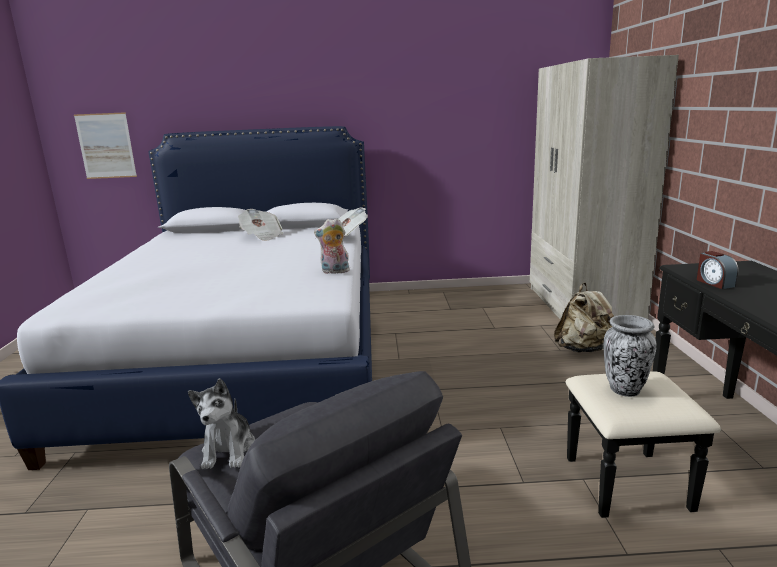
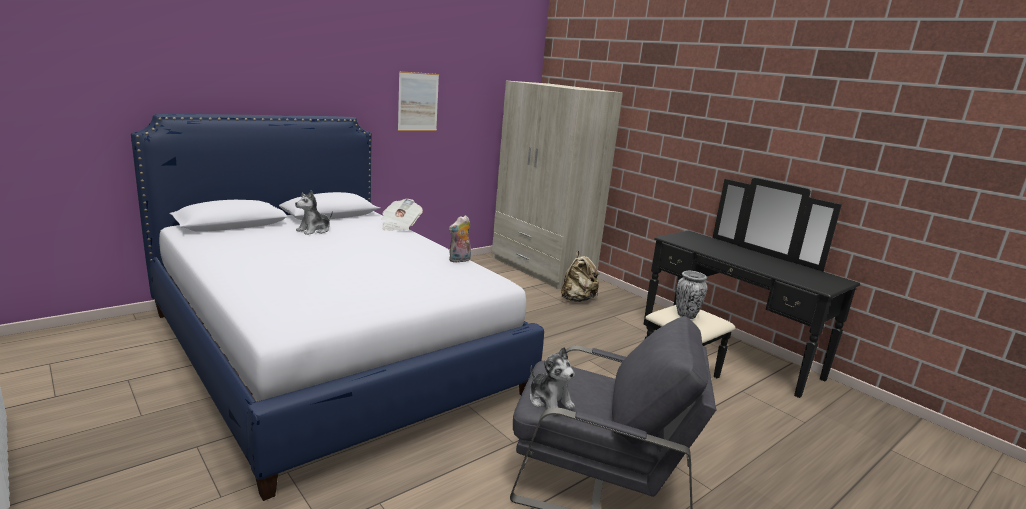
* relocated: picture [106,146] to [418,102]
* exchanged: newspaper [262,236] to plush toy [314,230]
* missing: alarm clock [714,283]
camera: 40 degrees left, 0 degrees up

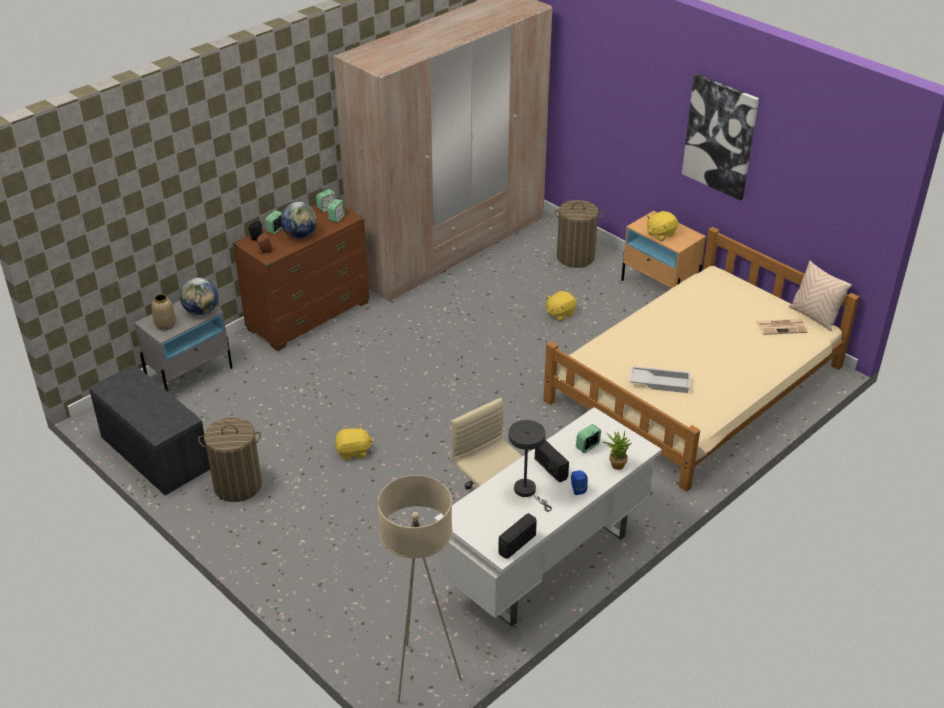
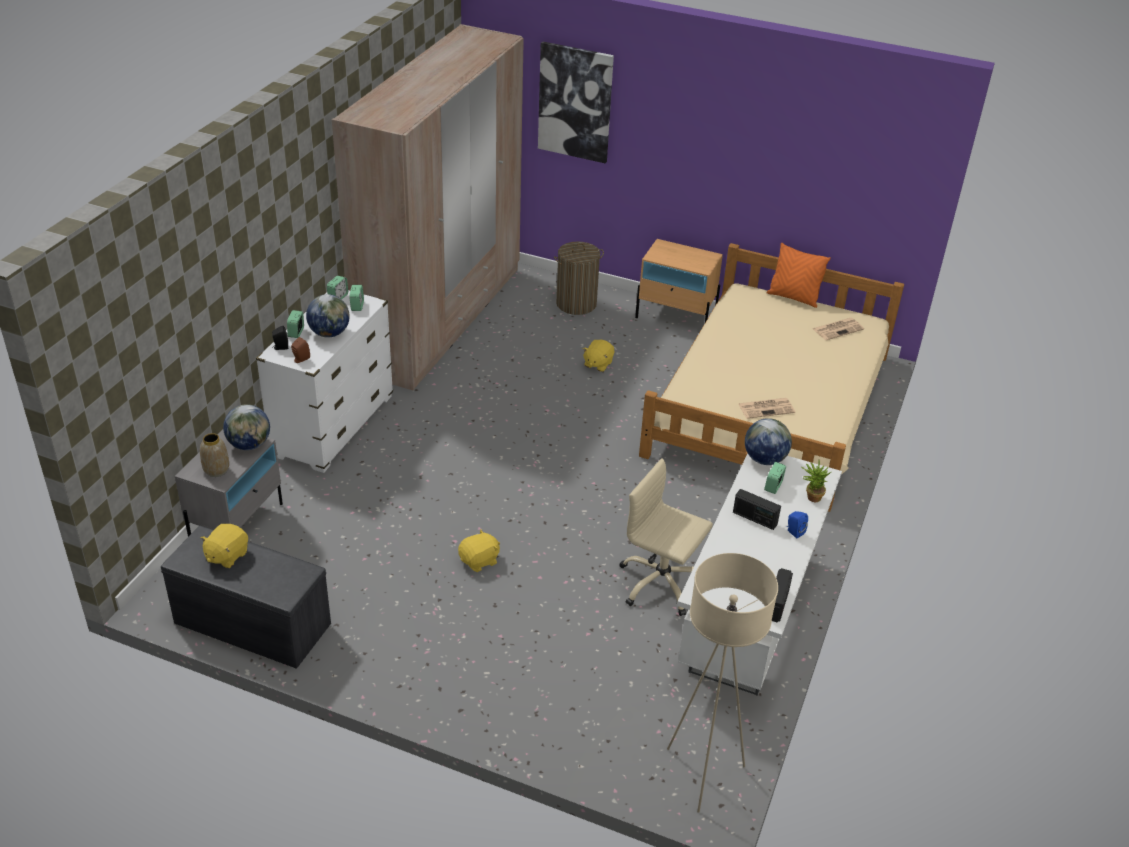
* relocated: picture [720,136] to [575,102]
* colour: brown dresser [308,316] to white dresser [333,426]
* relocated: yellow plush toy [660,234] to [226,556]
* missing: beige pillow [814,317]
* exchanged: white tray [660,382] to newspaper [766,408]
* missing: laundry basket [237,485]
* missing: grey table lamp [528,491]
* appeared: orange pillow [793,297]
* appeared: globe [764,459]
camera: 25 degrees left, 0 degrees up

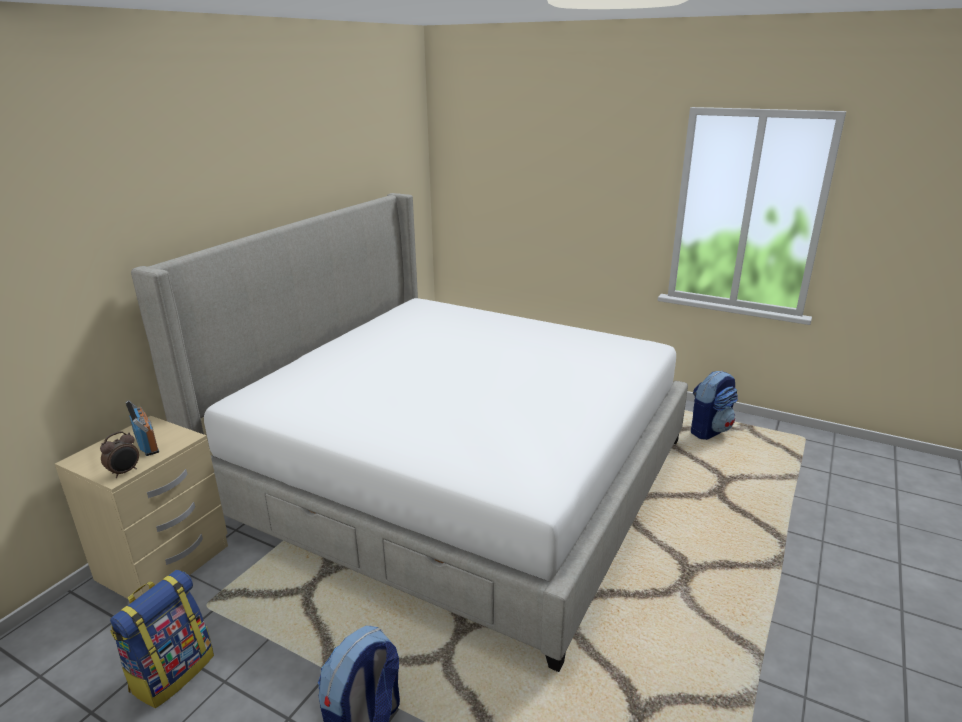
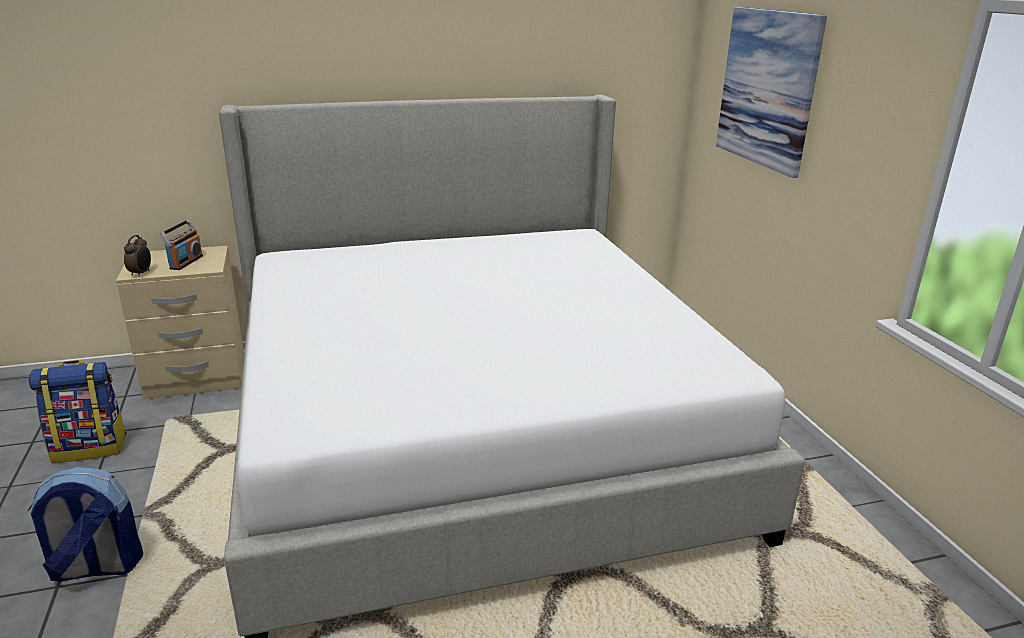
* missing: backpack [709,430]
* spun: alarm clock [125,472] = [141,273] 75 degrees counterclockwise
* appeared: picture [767,88]
camera: 45 degrees right, 0 degrees up

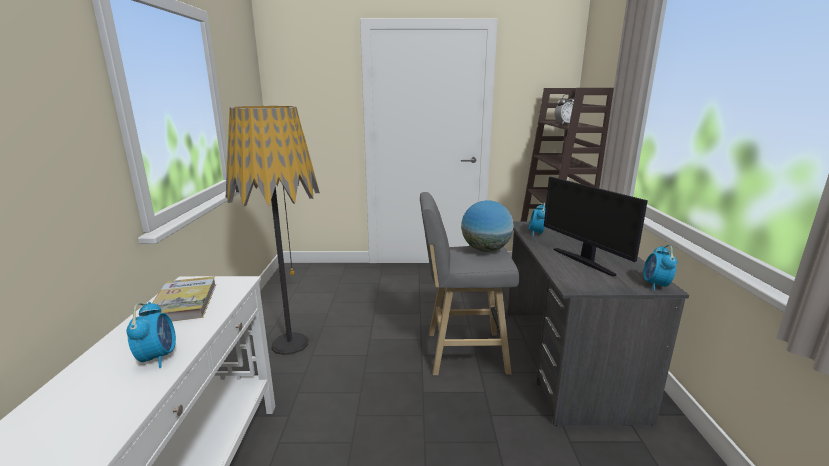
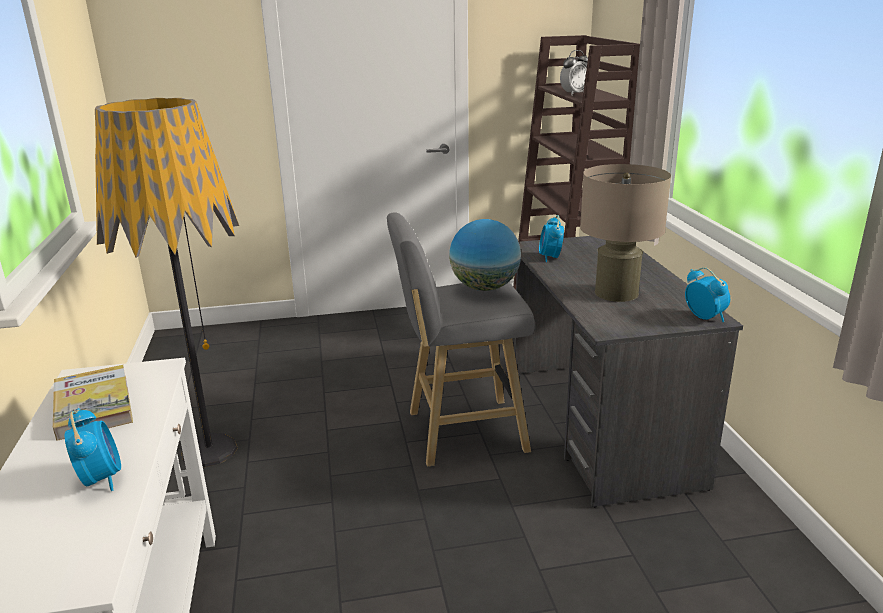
* exchanged: monitor [584,261] to beige table lamp [616,293]
* spun: alarm clock [655,285] = [704,317] 150 degrees clockwise
camera: 10 degrees left, 5 degrees up

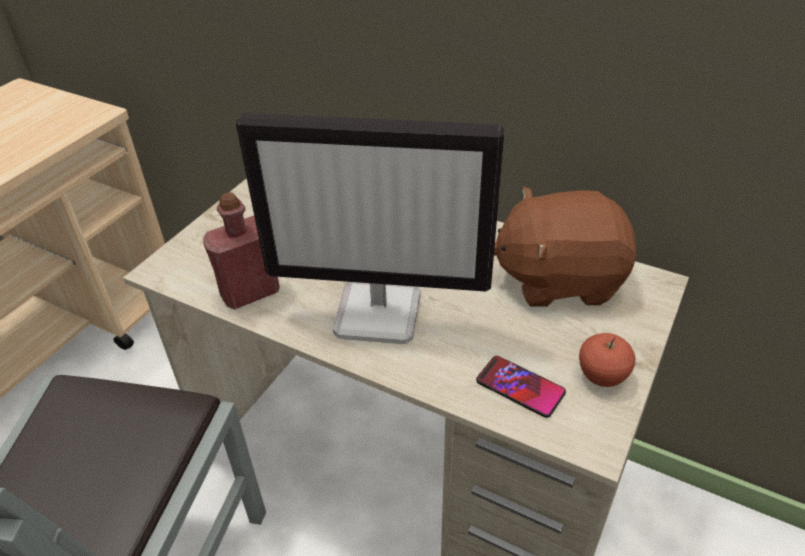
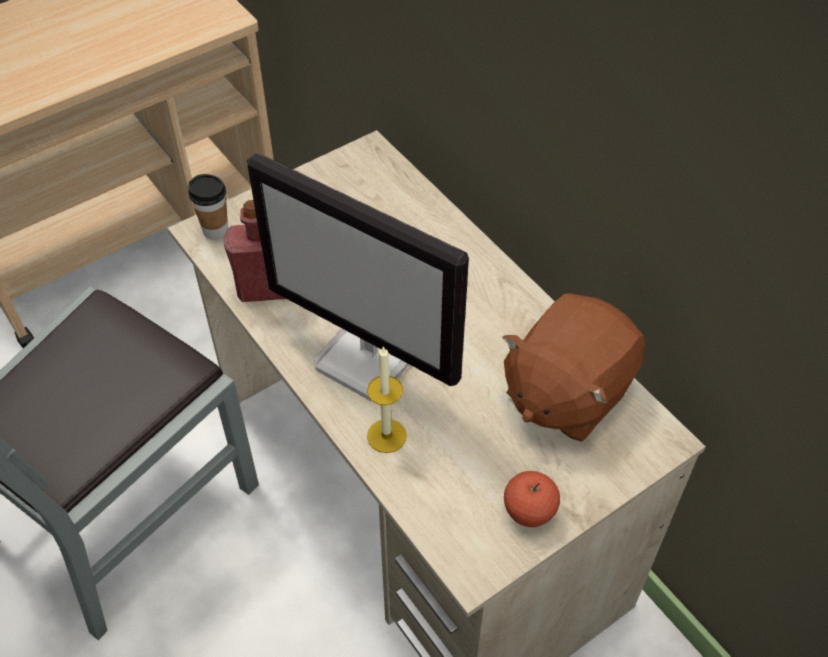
* spun: brown plush toy [559,278] = [566,392] 75 degrees counterclockwise
* missing: phone [520,387]
* appeared: cup [215,230]
* appeared: candle [386,436]
camera: 25 degrees right, 10 degrees up

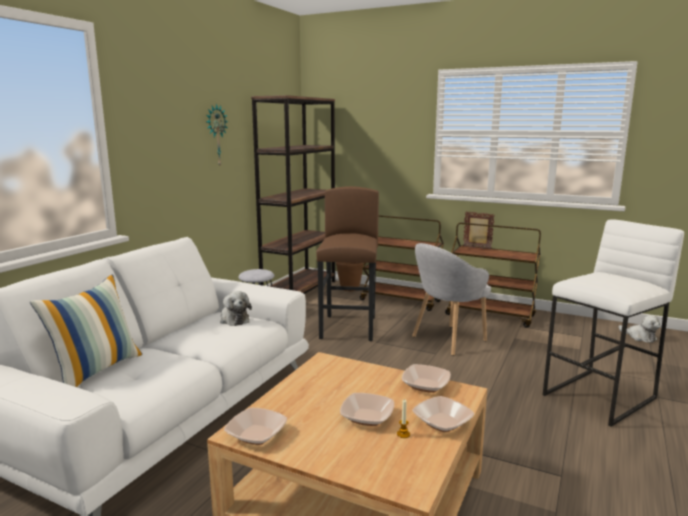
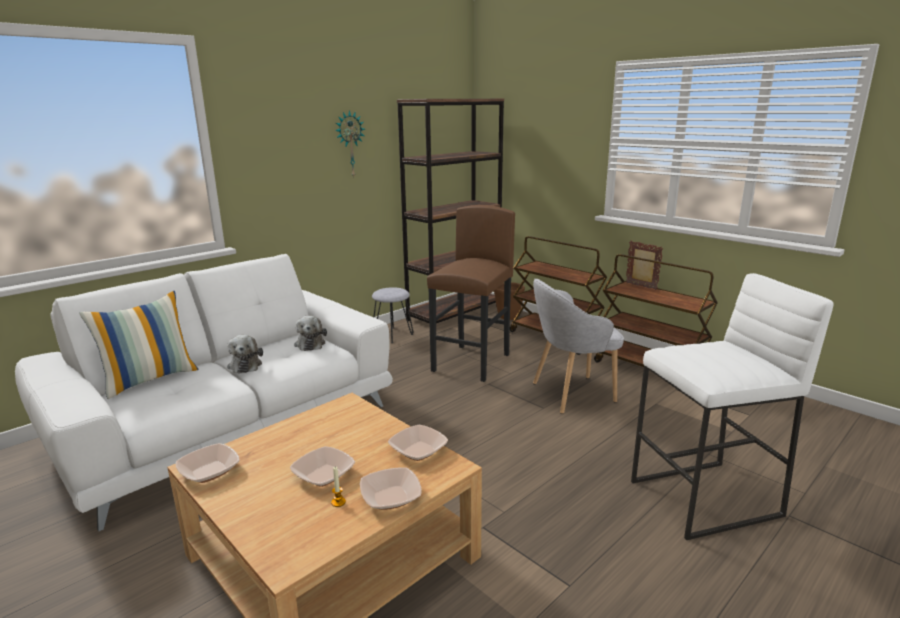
* relocated: plush toy [640,337] to [245,365]
camera: 20 degrees right, 5 degrees up

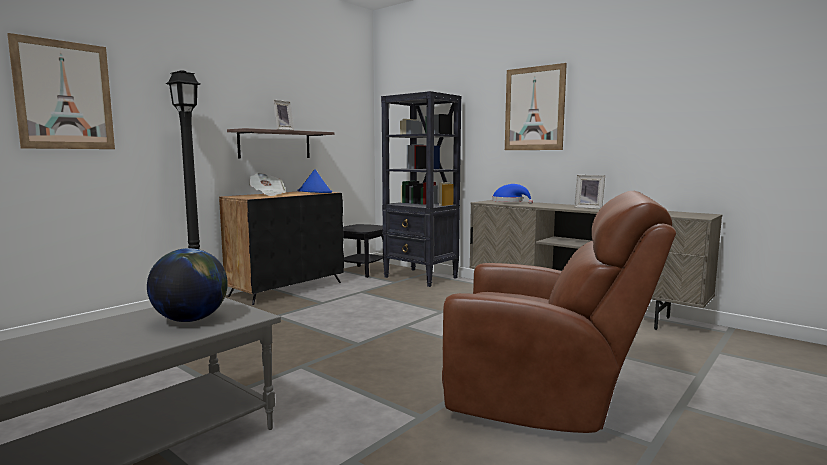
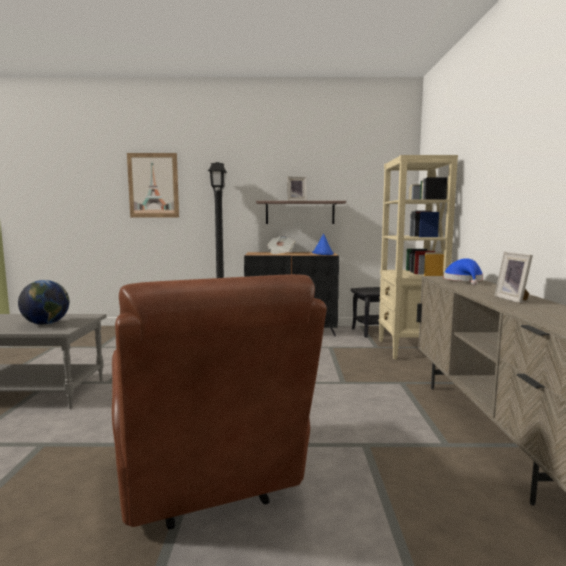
* missing: picture [534,109]
* colour: black bookcase [421,277] to beige bookcase [409,349]
camera: 50 degrees right, 0 degrees up

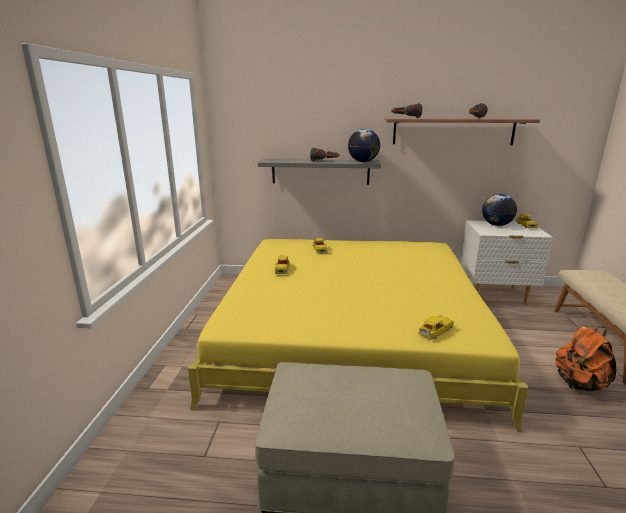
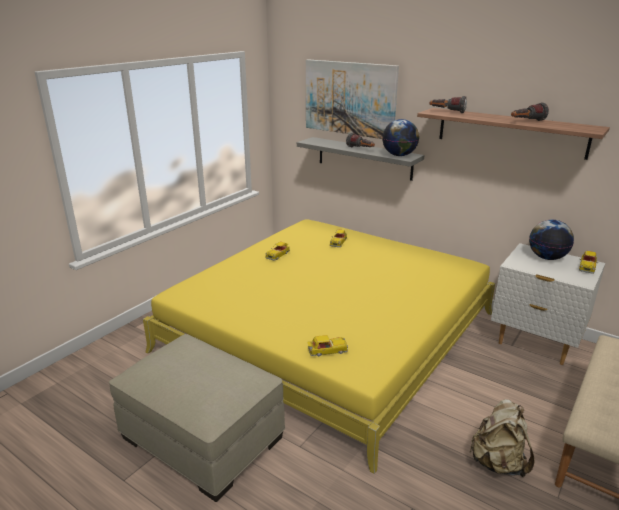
* colour: orange backpack [579,384] to beige backpack [498,462]
* appeared: picture [349,98]
camera: 30 degrees right, 5 degrees up

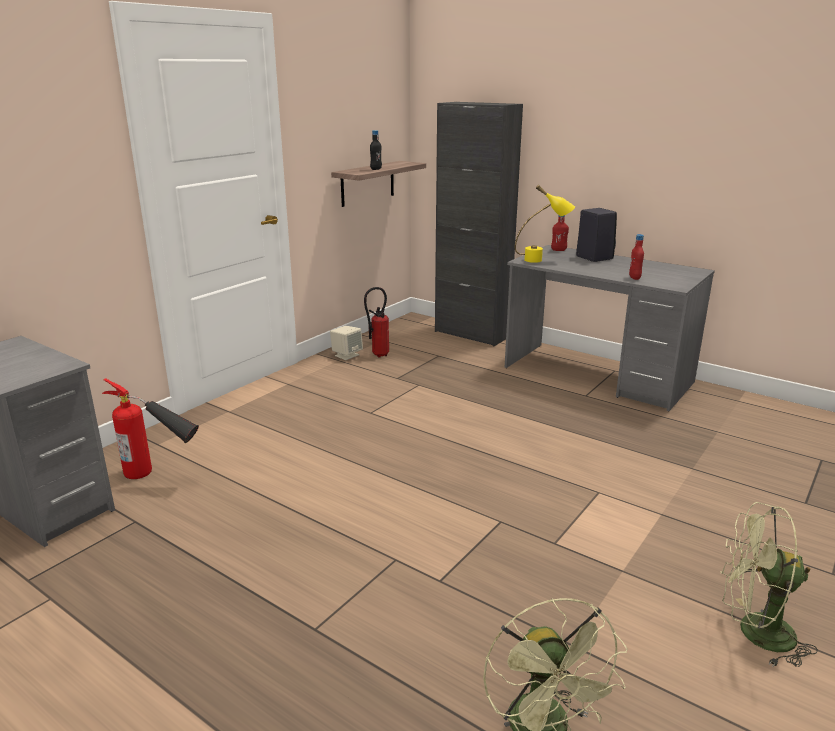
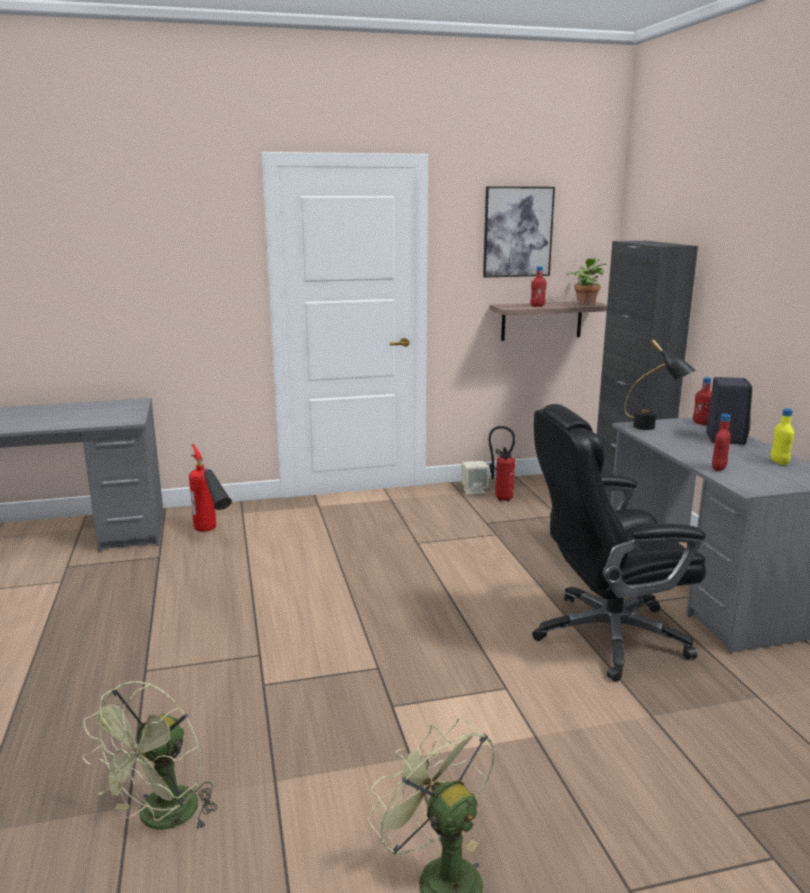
* colour: black bottle [376,169] to red bottle [537,306]
* colour: yellow table lamp [542,260] to black table lamp [654,429]
* appeared: picture [517,232]
* appeared: potted plant [585,304]
* appeared: black office chair [606,636]
* appeared: yellow bottle [779,462]
camera: 40 degrees right, 5 degrees down

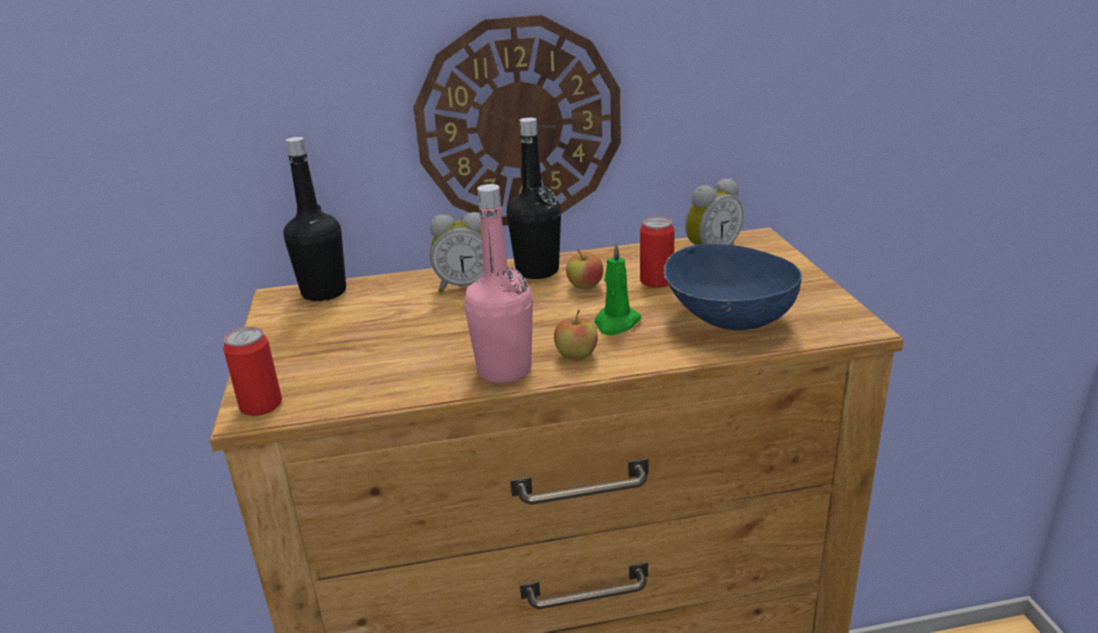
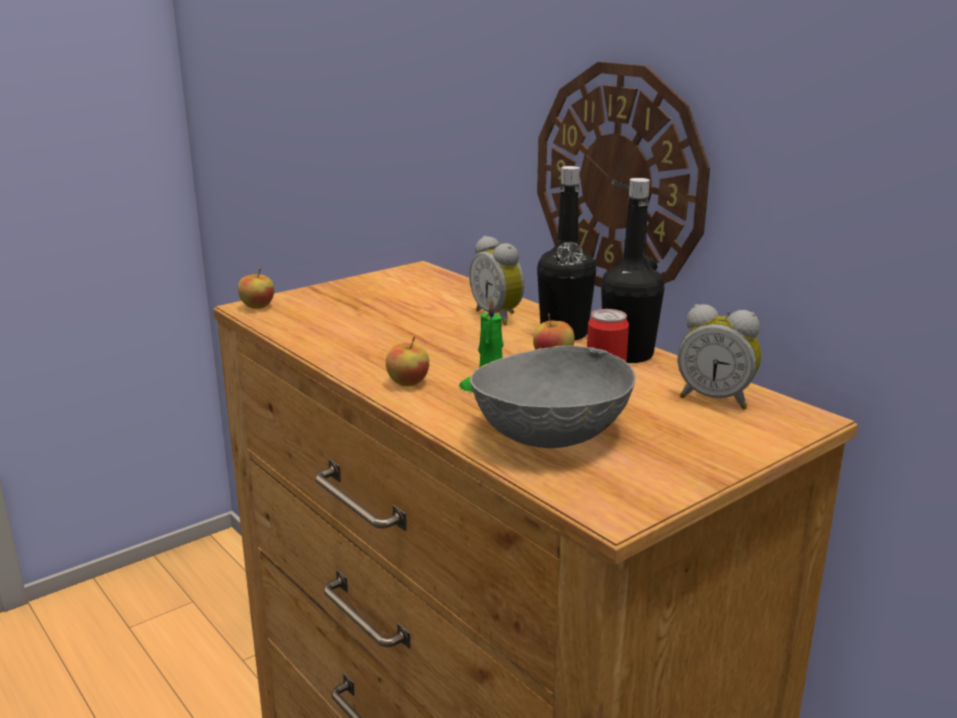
* relocated: black bottle [324,292] to [628,354]
* missing: pink bottle [504,370]
* colour: blue bowl [726,319] to grey bowl [551,434]
* exchanged: can [261,405] to apple [257,306]
camera: 60 degrees right, 5 degrees down

